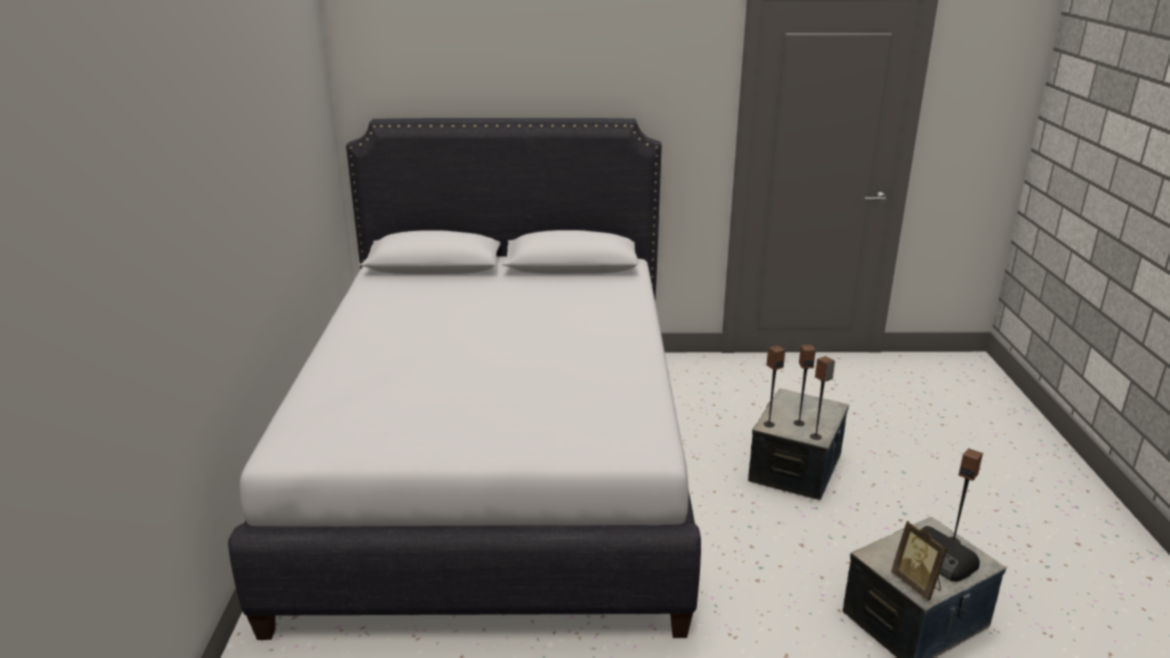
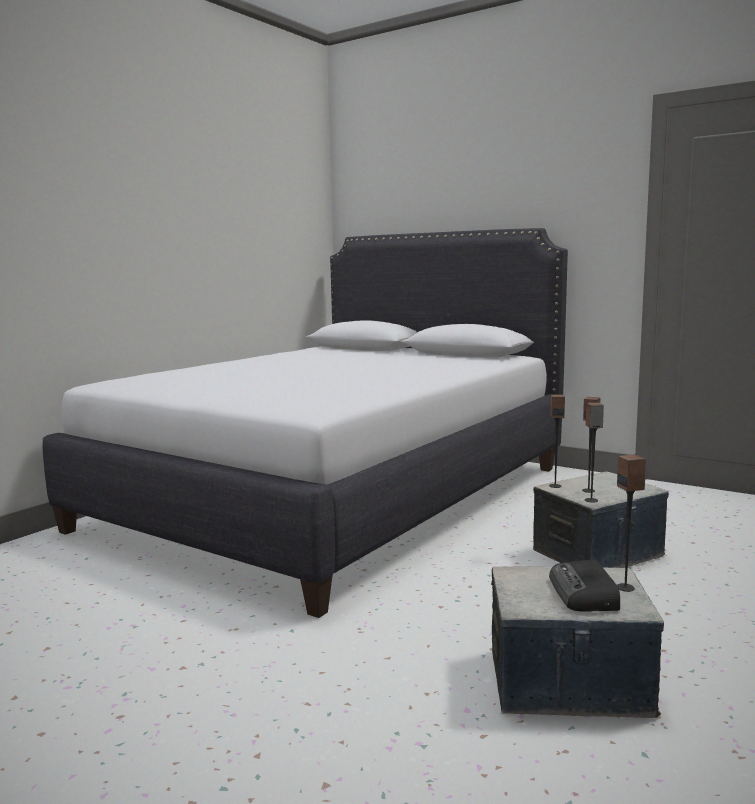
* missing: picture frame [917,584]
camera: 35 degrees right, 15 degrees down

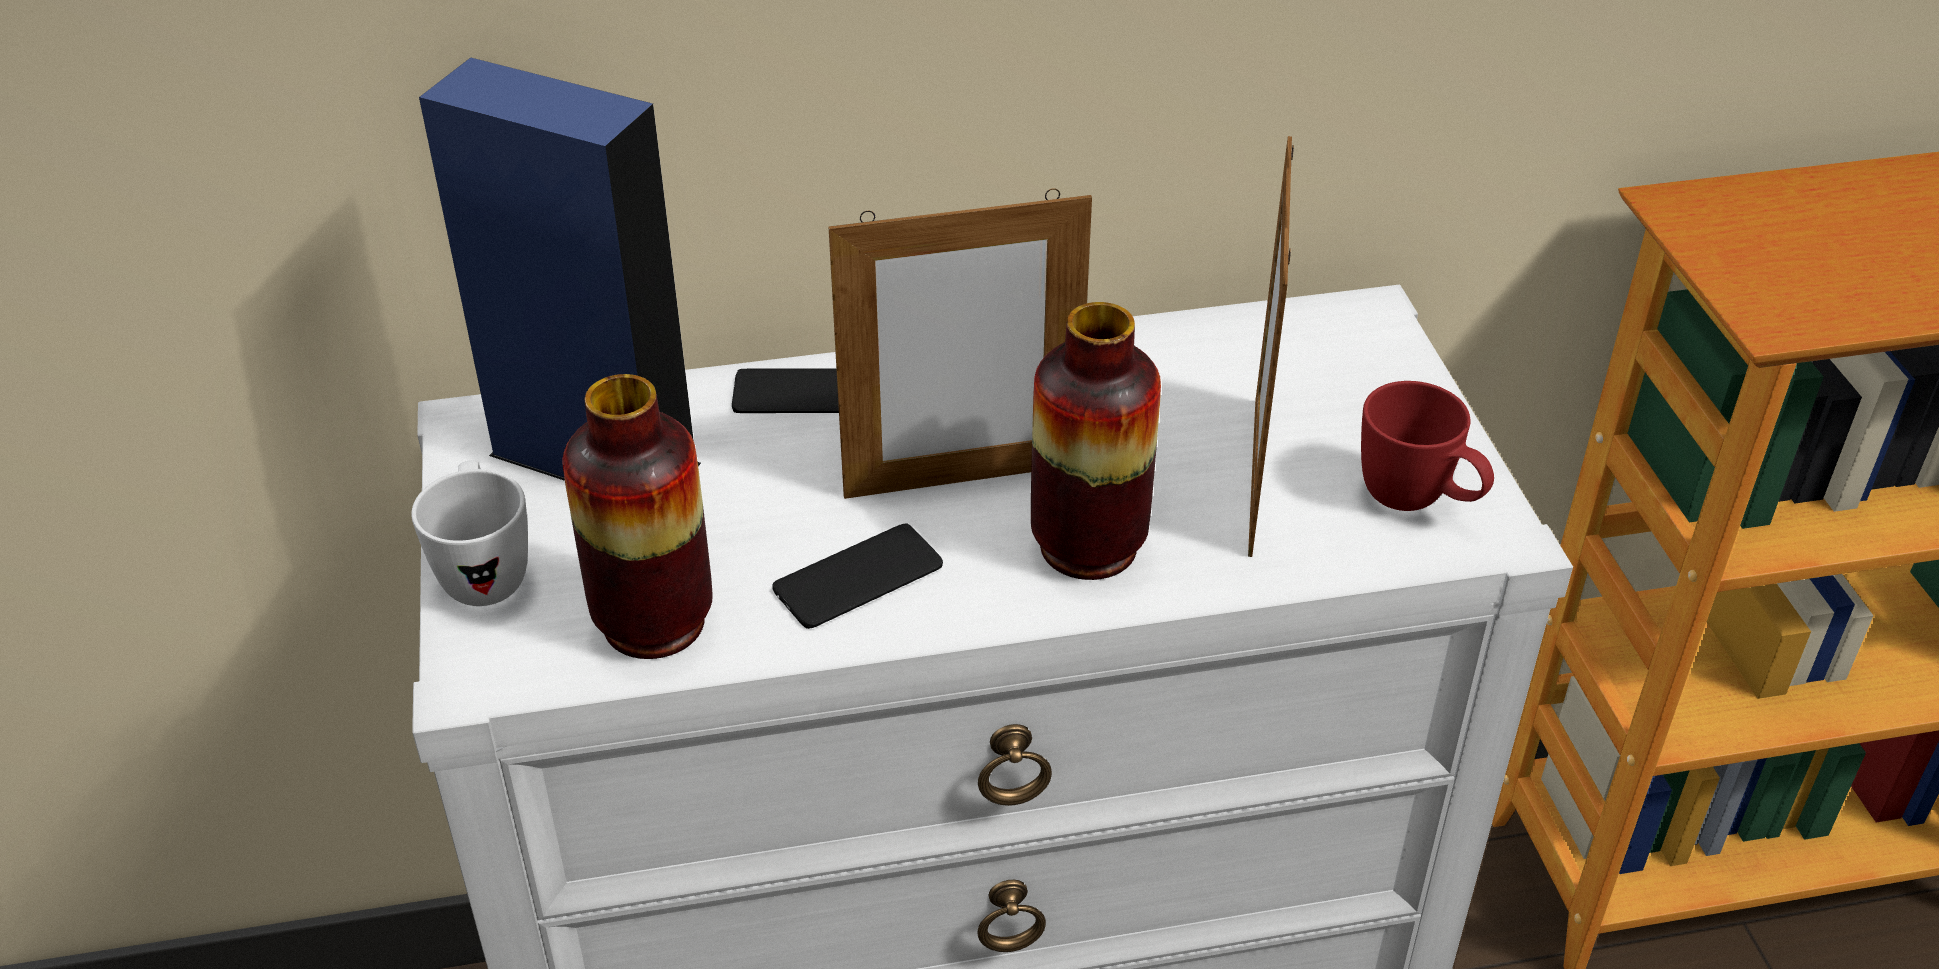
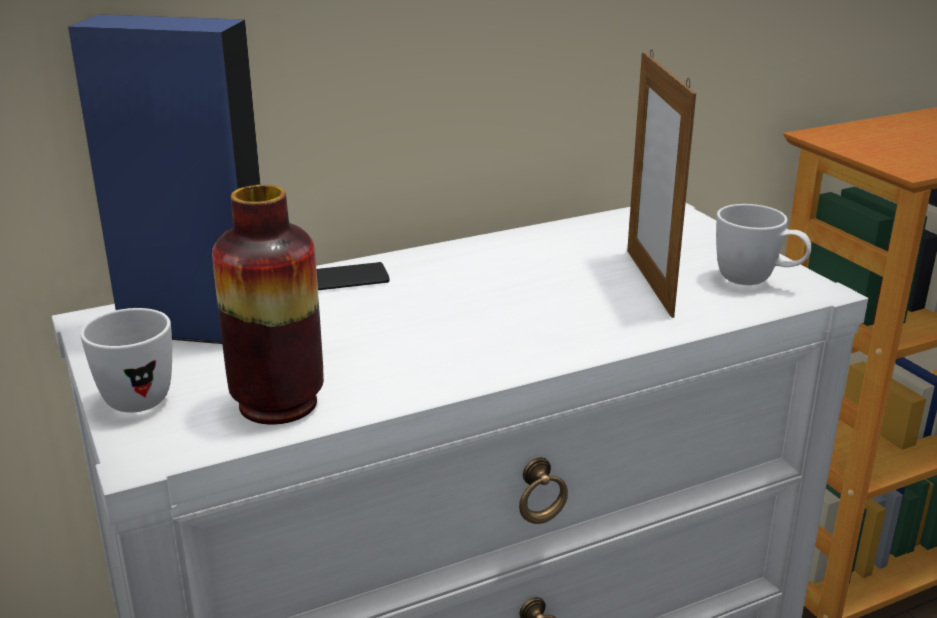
* missing: picture frame [962,480]
* missing: vase [1088,546]
* colour: red mug [1418,503] to white mug [757,282]
* missing: phone [858,577]
camera: 15 degrees left, 15 degrees down

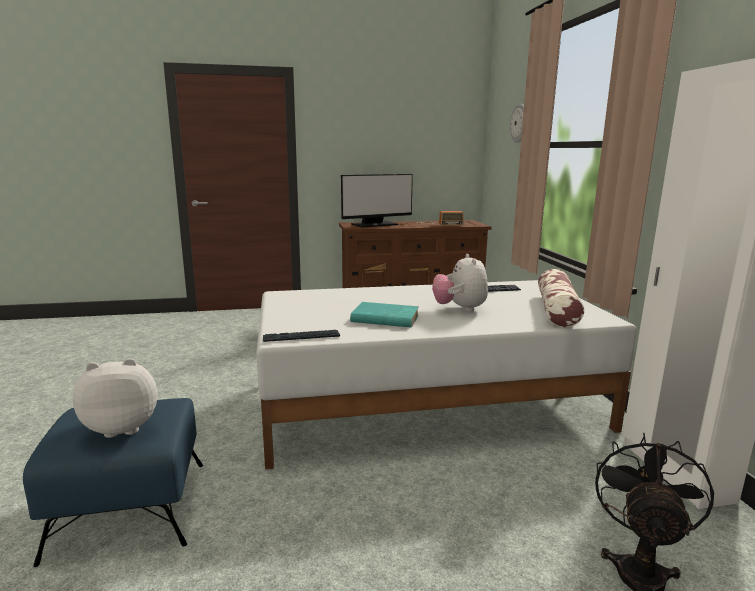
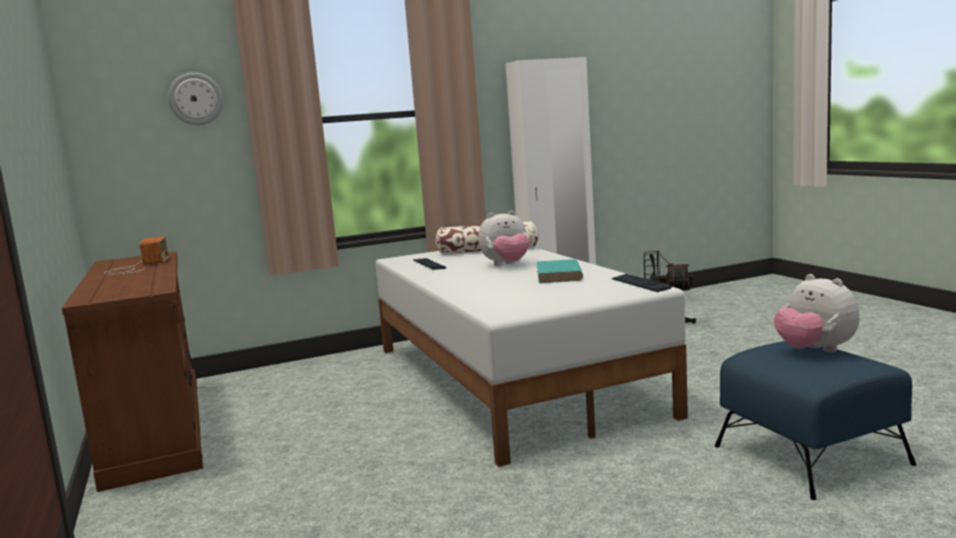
* missing: monitor [375,224]
camera: 100 degrees left, 5 degrees down

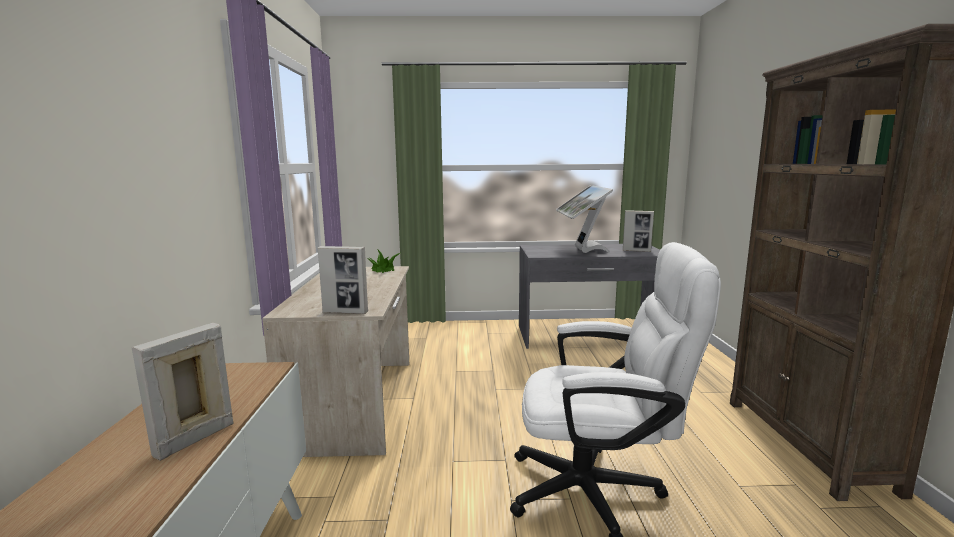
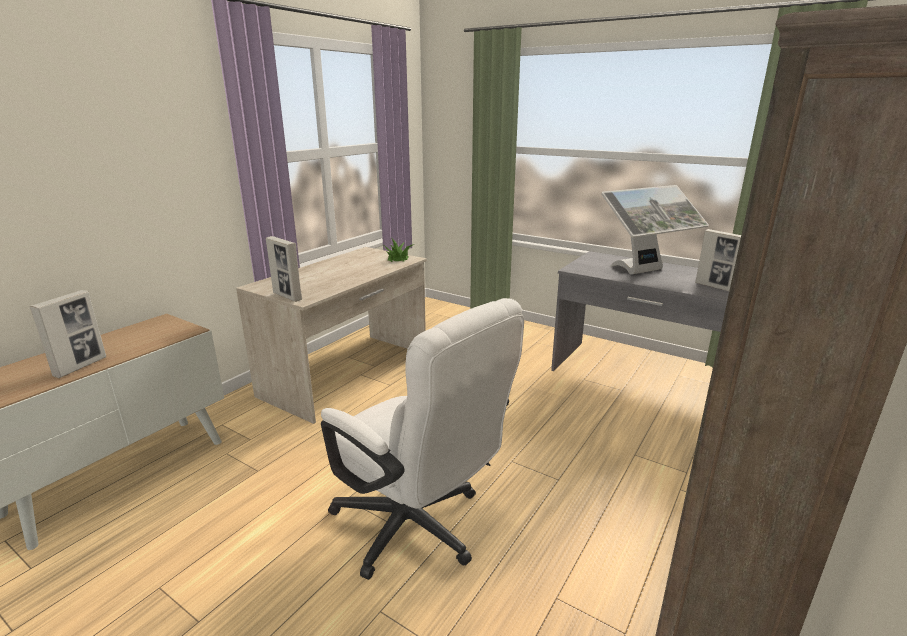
* spun: monitor [581,250] = [644,271] 150 degrees counterclockwise
* spun: picture frame [194,440] = [81,366] 135 degrees clockwise
camera: 35 degrees right, 10 degrees up

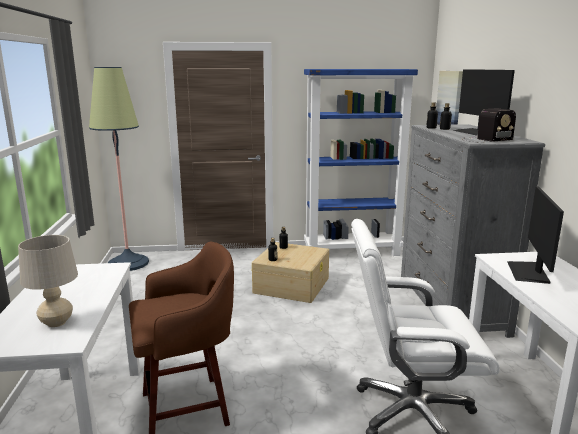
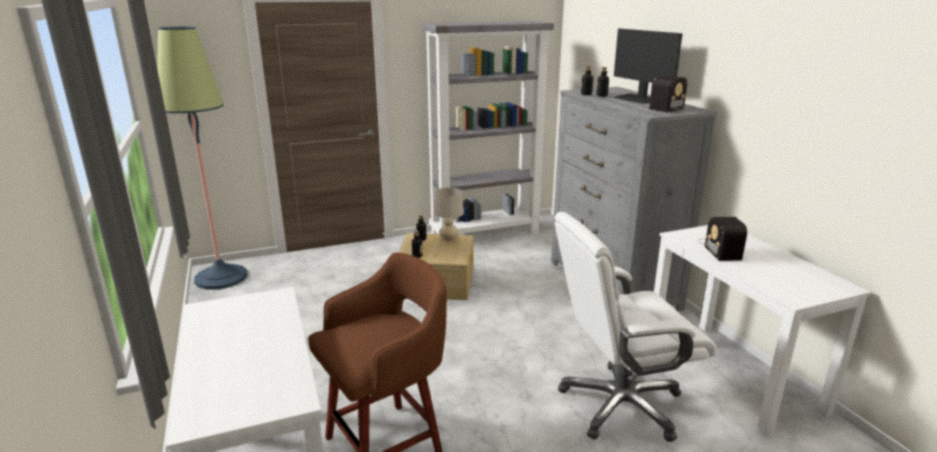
* colour: blue bookcase [352,251] to grey bookcase [485,233]
* missing: picture [450,99]
* exchanged: monitor [529,272] to radio [720,248]
* relocated: beige table lamp [56,322] to [449,239]
camera: 15 degrees left, 5 degrees up

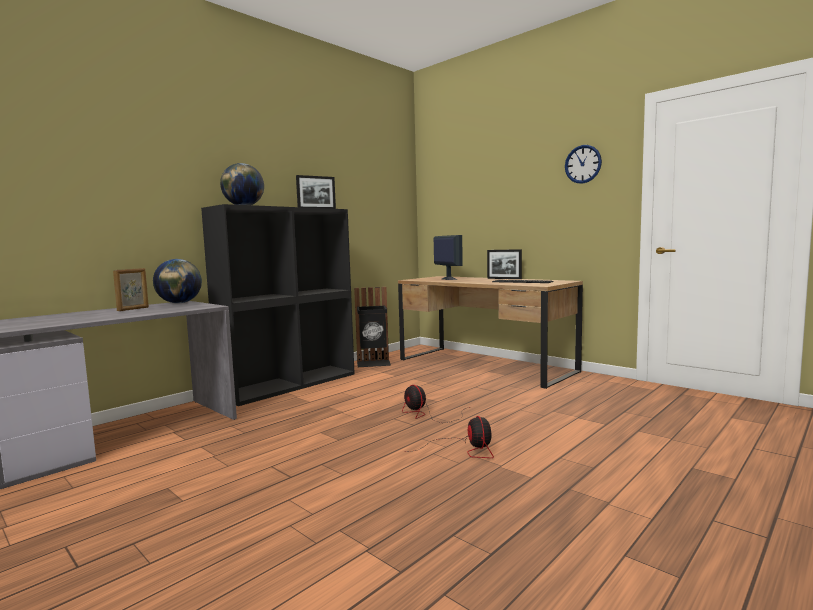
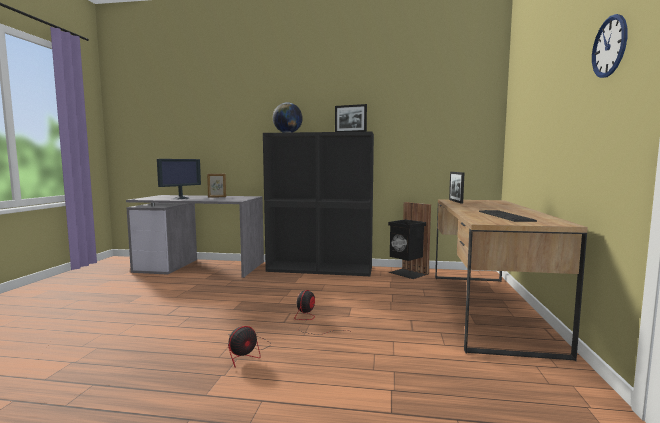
* relocated: monitor [448,279] to [181,198]
* relocated: picture frame [504,278] to [455,201]
* missing: globe [179,303]
camera: 55 degrees right, 0 degrees up

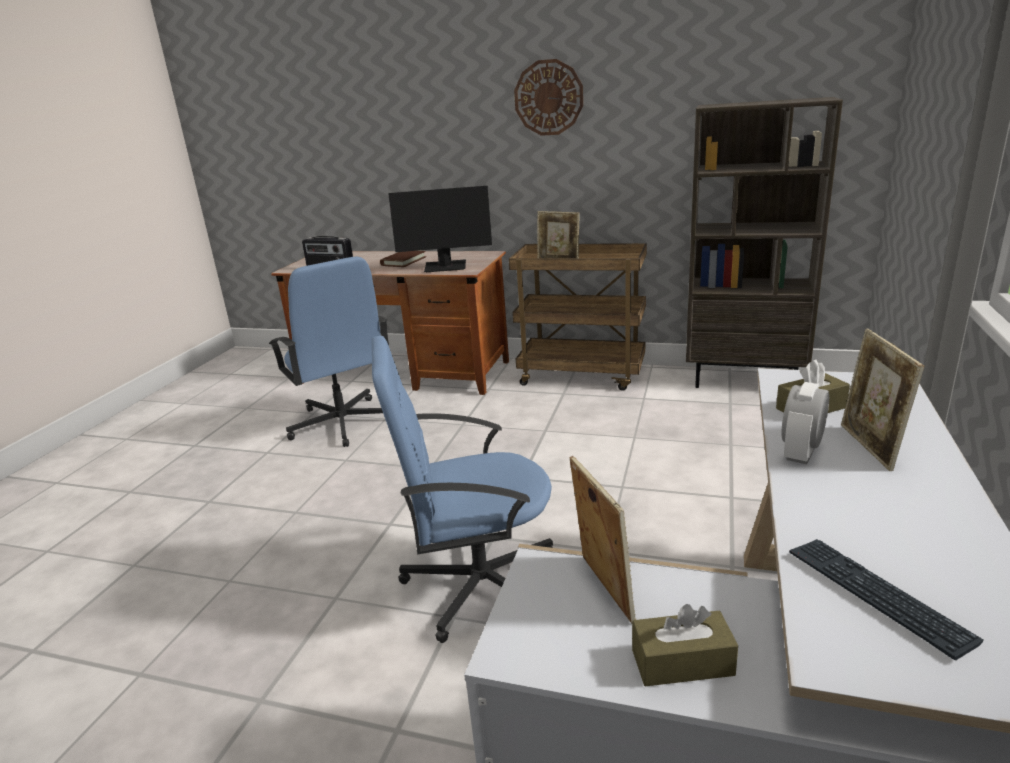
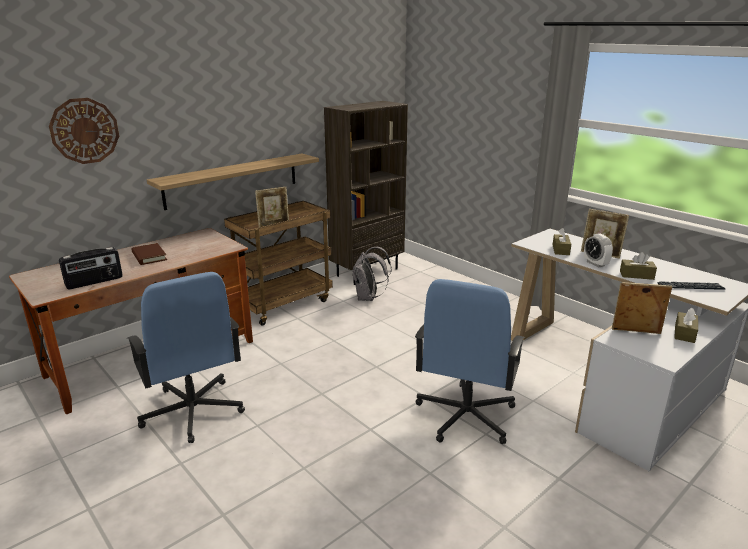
* relocated: wall clock [548,98] to [84,131]
* missing: monitor [445,267]
* spun: blue office chair [342,423] = [193,411] 60 degrees clockwise
* appeared: shelf [232,180]
* appeared: grey backpack [368,298]
* appeared: brown tissue box [636,275]
camera: 60 degrees left, 0 degrees up

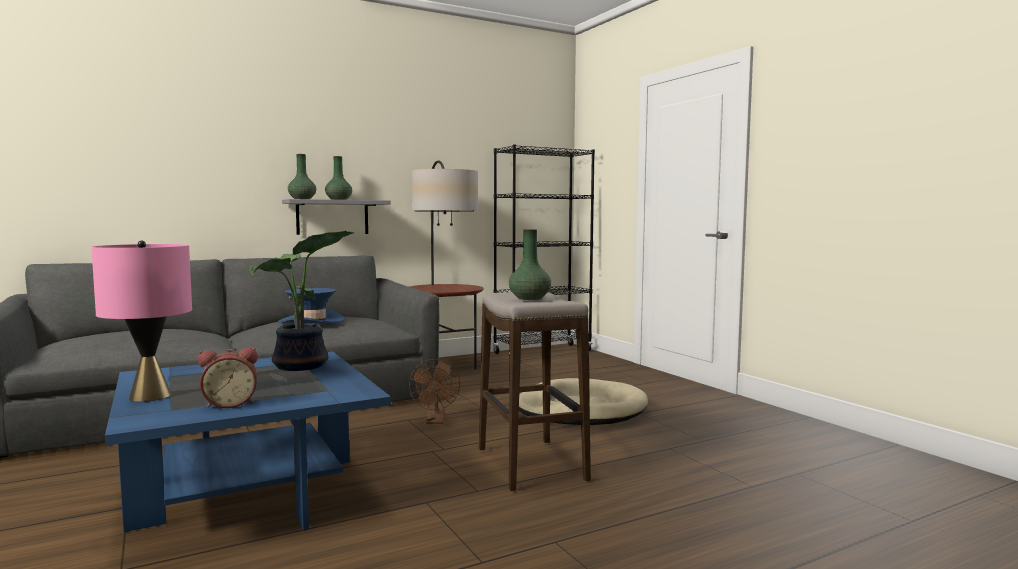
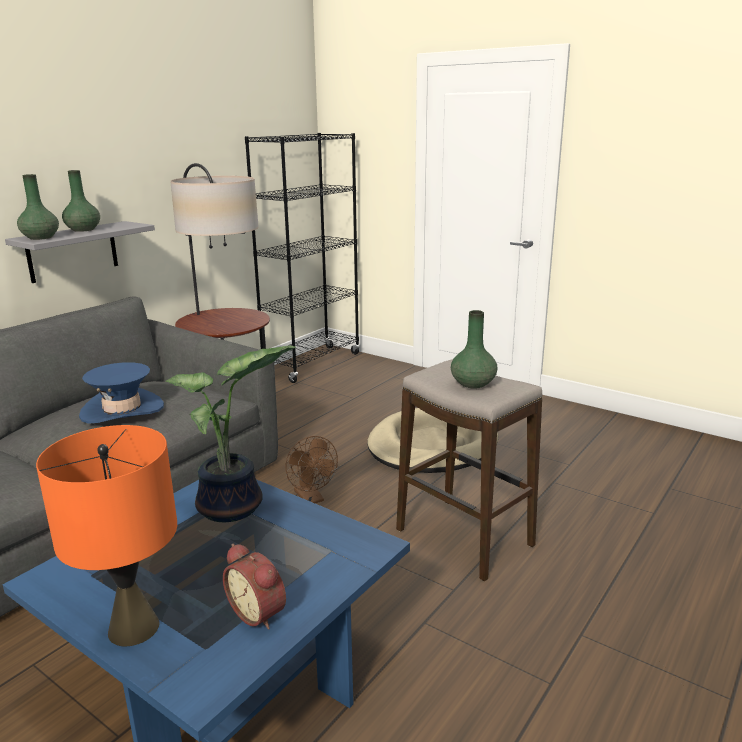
* colour: pink table lamp [150,396] to orange table lamp [134,628]
* spun: alarm clock [230,404] = [259,612] 90 degrees clockwise
camera: 25 degrees left, 15 degrees up

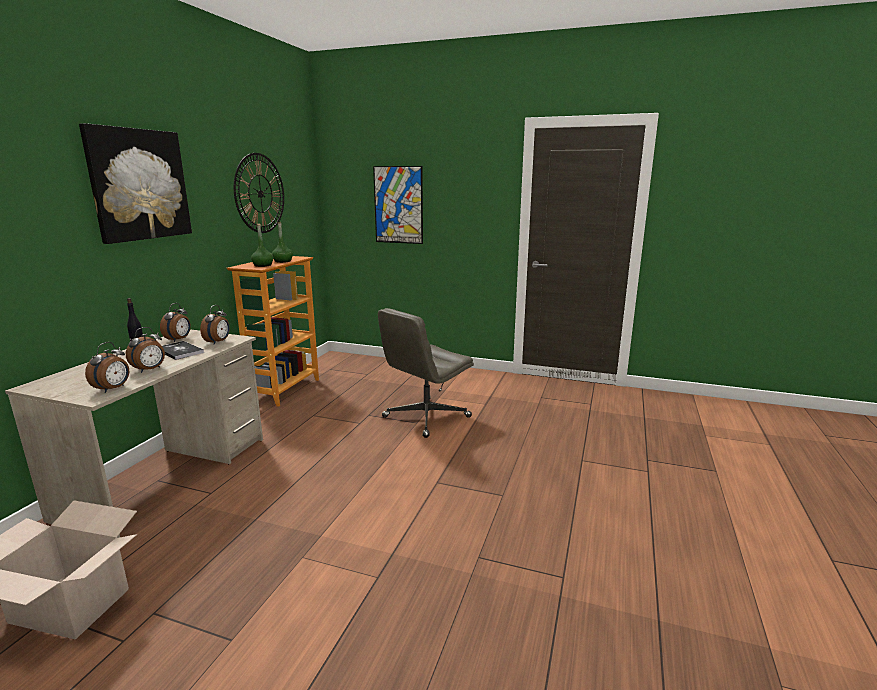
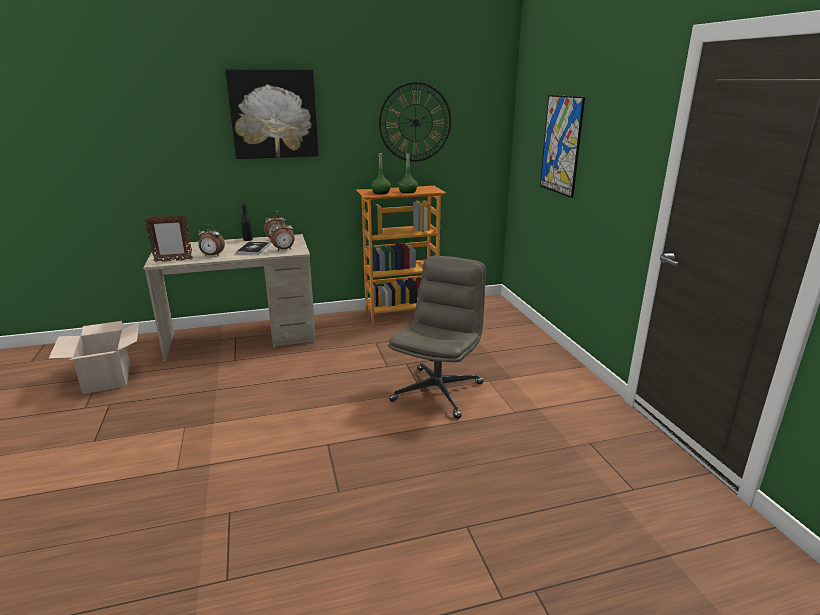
* spun: grey office chair [426,417] = [437,391] 105 degrees clockwise
* exchanged: alarm clock [113,389] to picture frame [173,260]
camera: 55 degrees right, 5 degrees up

